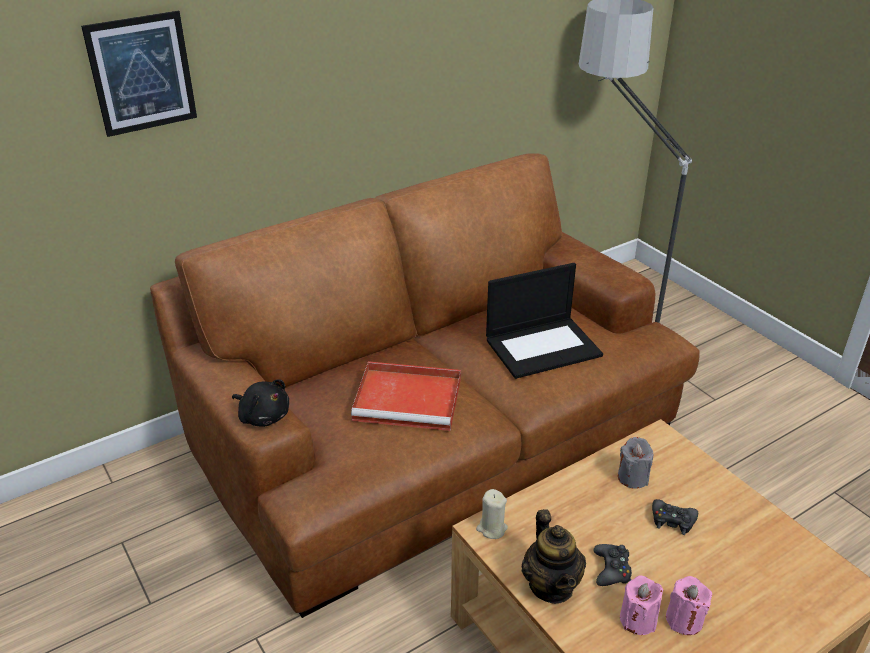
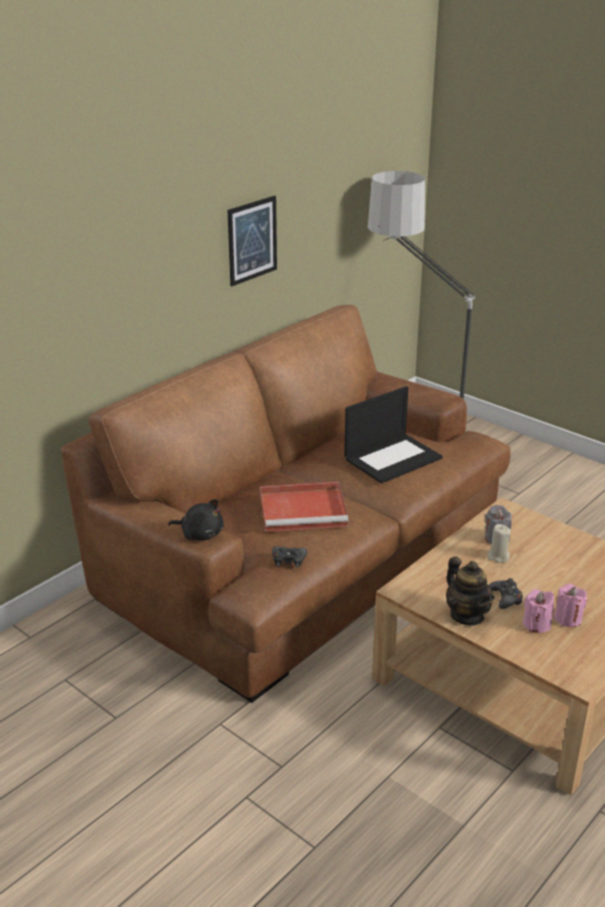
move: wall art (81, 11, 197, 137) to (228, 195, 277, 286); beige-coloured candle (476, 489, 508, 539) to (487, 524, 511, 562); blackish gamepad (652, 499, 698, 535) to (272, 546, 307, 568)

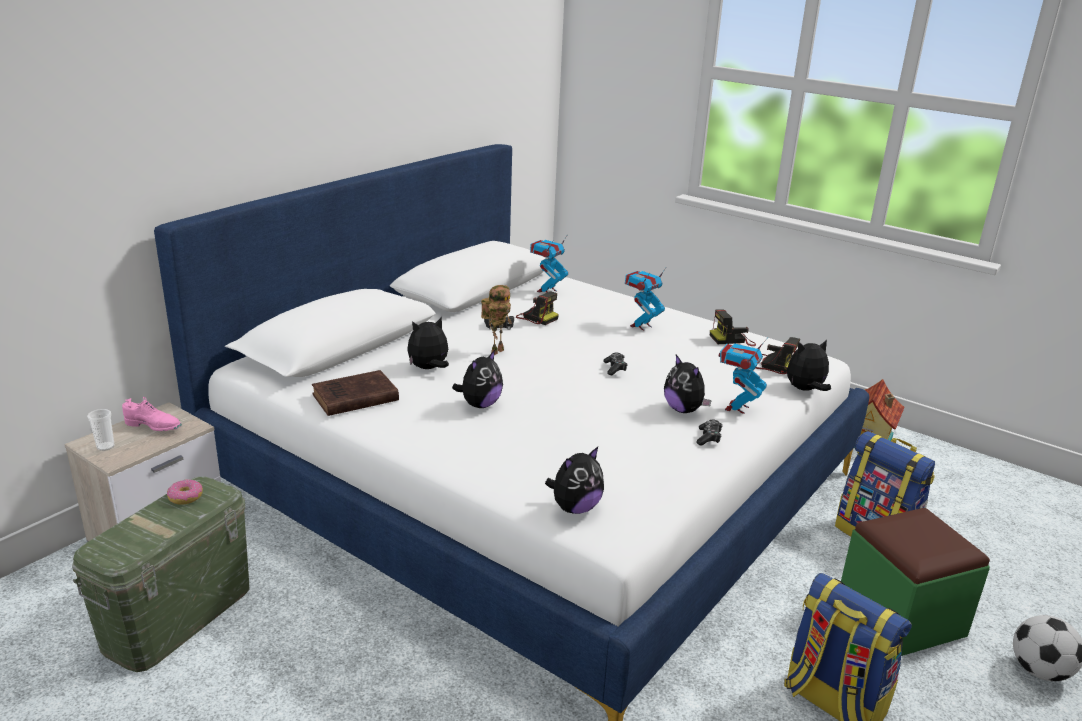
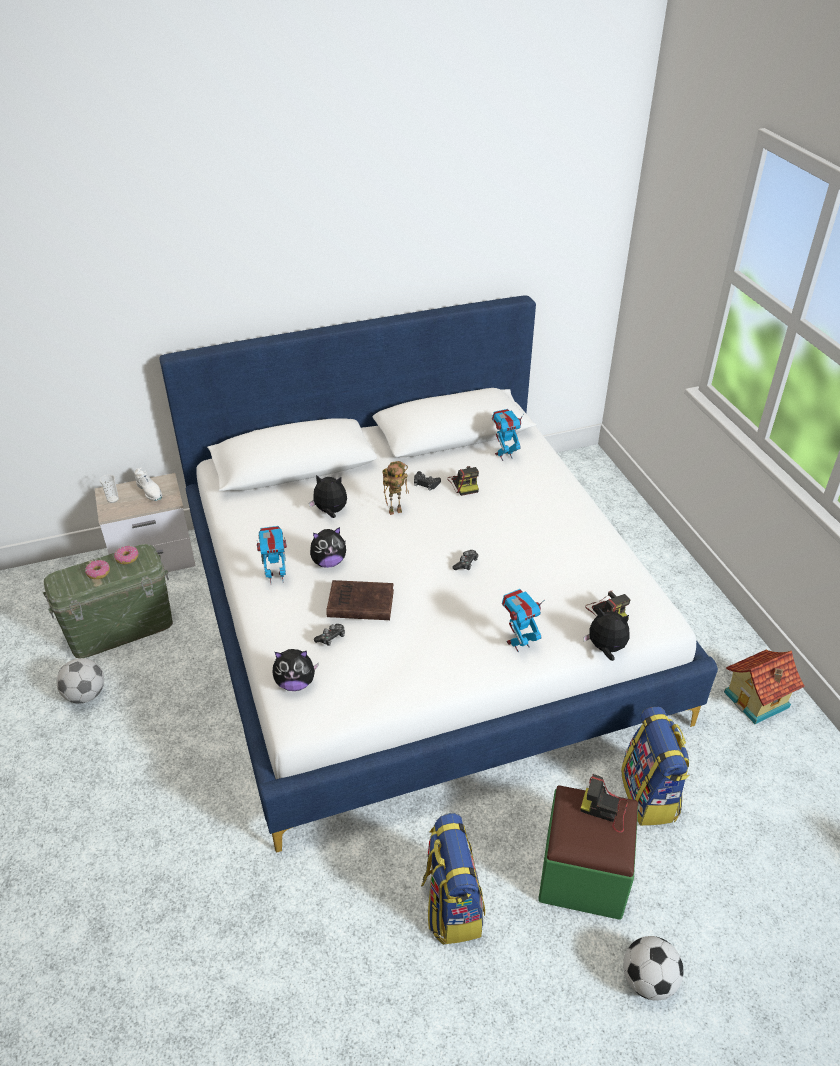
delete: soft toy (664, 355, 712, 413)
insert: football ball (57, 658, 104, 704); donut (85, 560, 110, 579)
move: brownish volume (312, 370, 399, 416) to (326, 580, 394, 620); toy robot (625, 268, 666, 330) to (257, 526, 287, 583); gamepad (696, 420, 723, 446) to (314, 624, 345, 646); photo camera (710, 309, 756, 346) to (581, 774, 628, 833)
recolor: pinkish item of footwear (122, 397, 182, 431) to white item of footwear (135, 468, 162, 501)

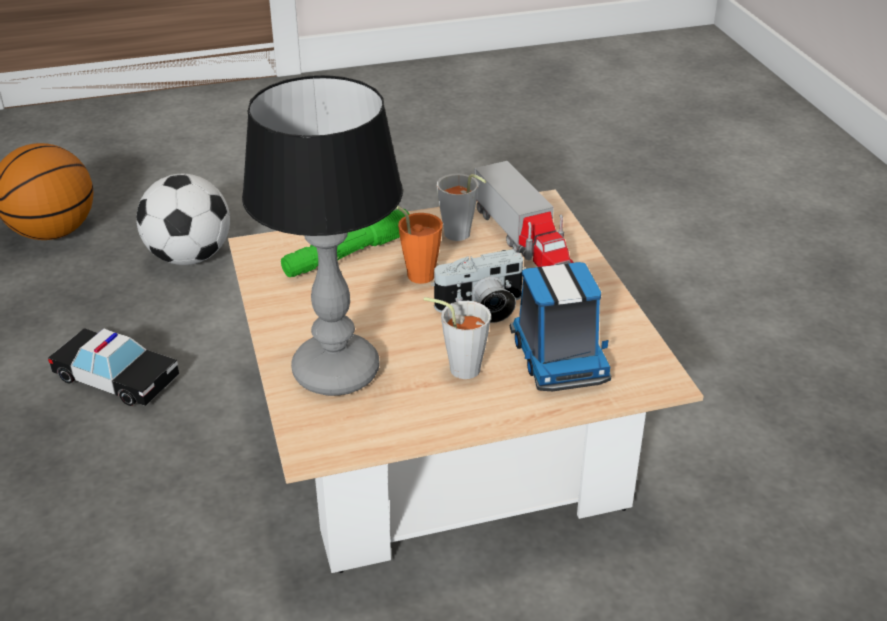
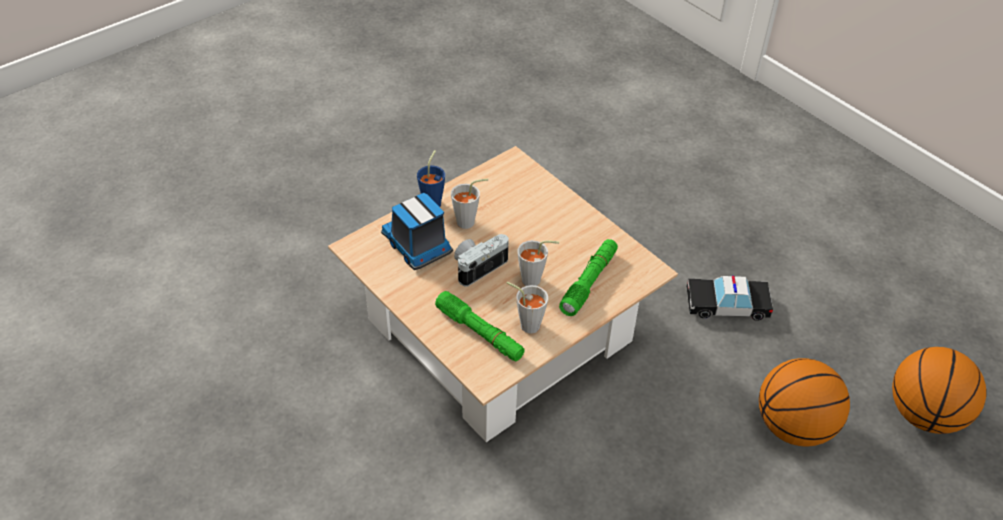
delete: lamp for a table (242, 75, 403, 396)
insert: blue small cup (417, 150, 445, 207)
replace: football ball (136, 174, 230, 265) to ball for basketball (759, 358, 850, 447); toy lorry (475, 161, 574, 267) to green-coloured flashlight (435, 291, 525, 361)
recolor: orange-coloured small cup (396, 206, 443, 284) to gray small cup (518, 240, 559, 286)

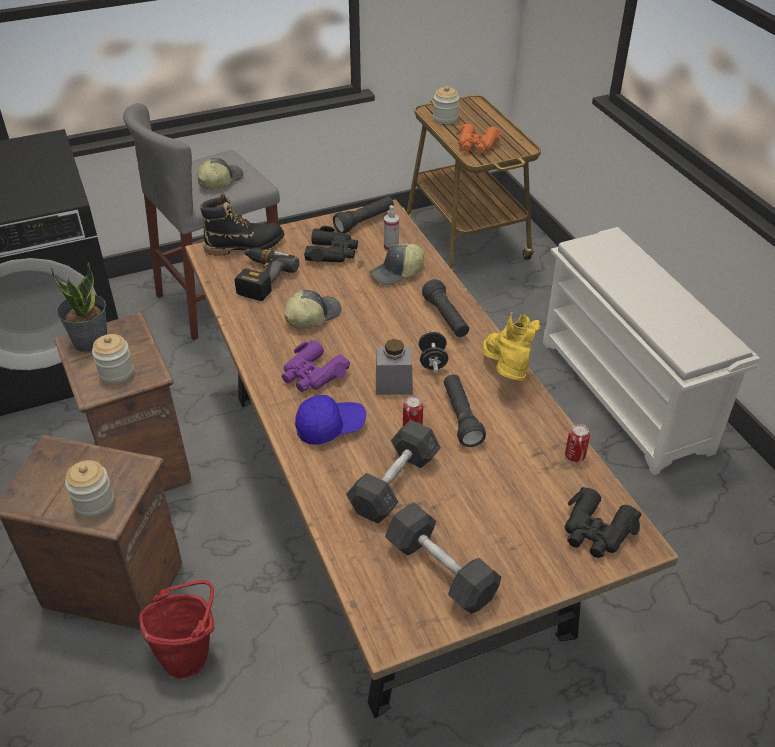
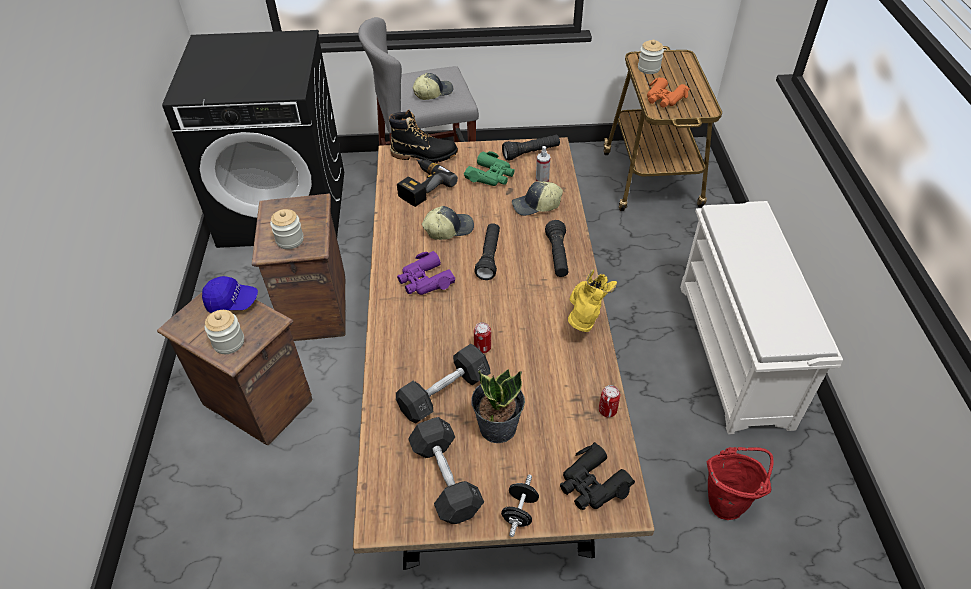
delete: gray jar (376, 339, 413, 395)
move: potted plant (51, 263, 107, 352) to (471, 369, 525, 443); reddish bucket (139, 580, 214, 679) to (707, 447, 773, 520); blue peaked cap (295, 395, 366, 445) to (202, 276, 258, 313); blackish hand weight (419, 330, 448, 373) to (501, 475, 539, 537); blackish flashlight (444, 375, 486, 447) to (474, 223, 500, 280)
recolor: blackish field glasses (304, 226, 358, 262) to green-coloured field glasses (464, 151, 515, 186)

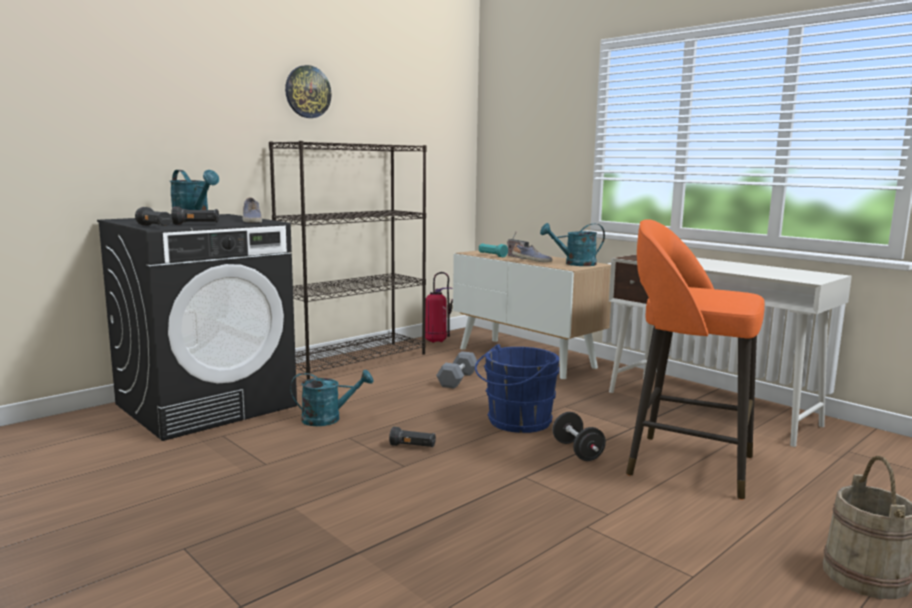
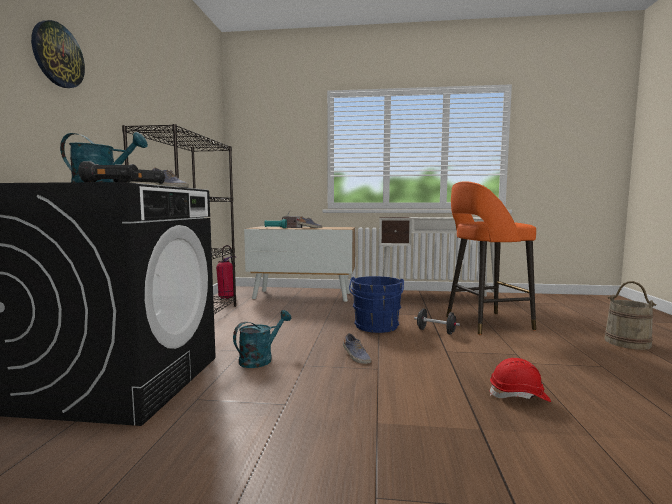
delete: gray hand weight (436, 351, 479, 389); blue-green sprinkling can (540, 223, 605, 266)
insert: reddish safety helmet (490, 358, 551, 402)
move: wall clock (285, 65, 332, 118) to (31, 20, 85, 88)
replace: blackish flashlight (389, 427, 436, 447) to item of footwear (343, 333, 371, 364)

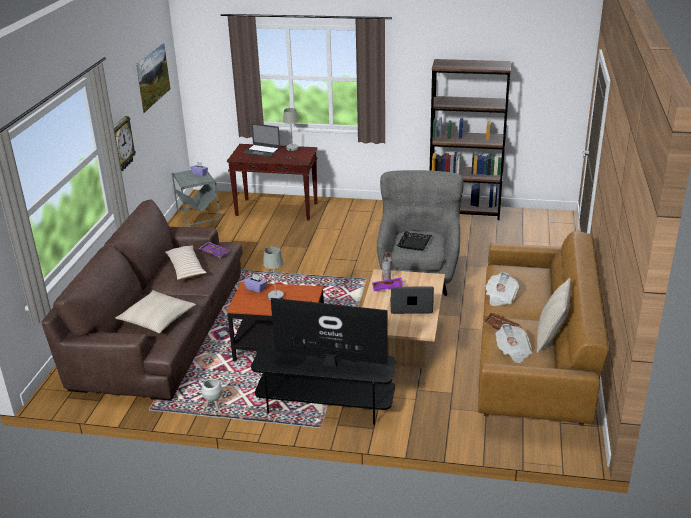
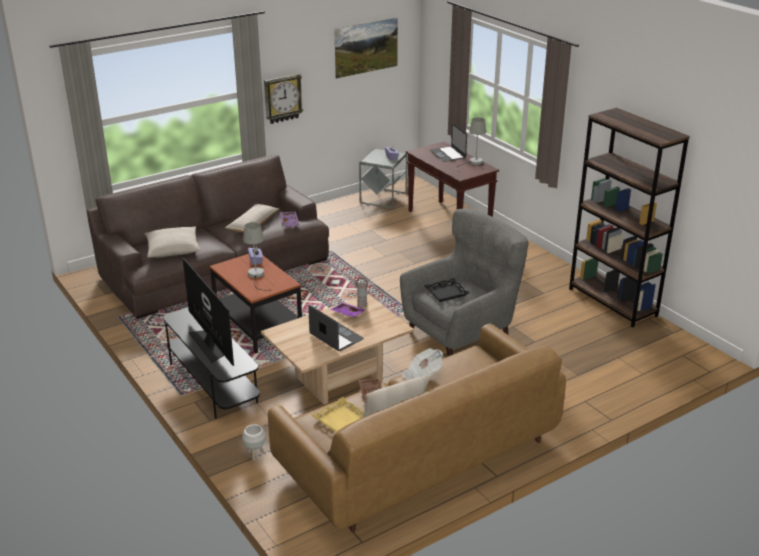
move: white flower pot (201, 379, 223, 410) to (242, 424, 266, 461)
replace: daily paper (496, 324, 532, 363) to yellowish tray (311, 397, 364, 432)

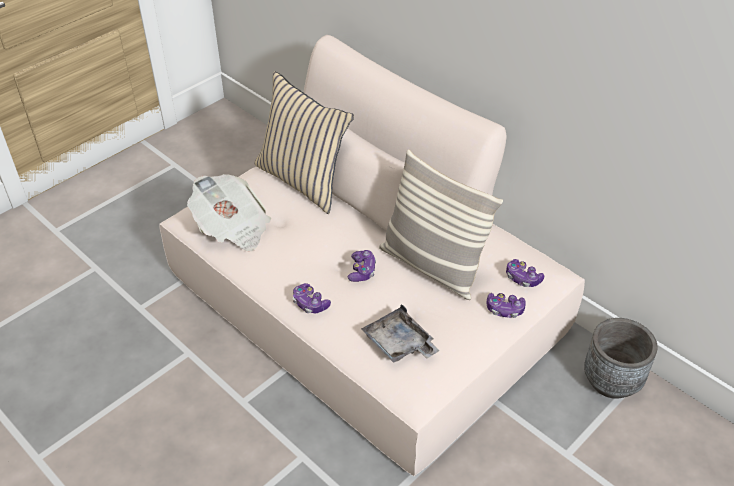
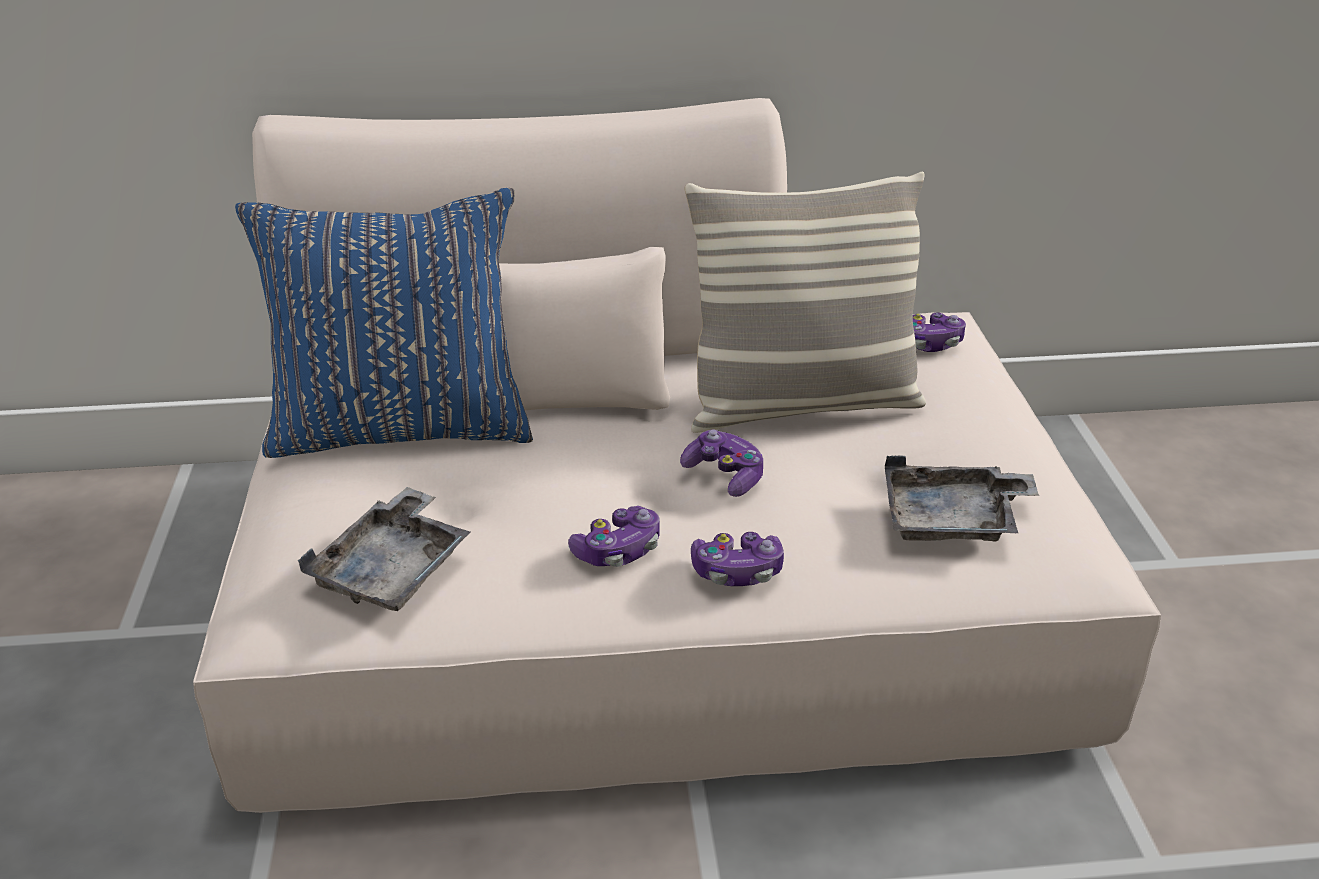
delete: gray flower pot (584, 318, 658, 399)
move: gamepad (487, 293, 526, 318) to (568, 506, 660, 567)
replace: daily paper (187, 174, 271, 252) to gray tray (298, 487, 470, 611)
recolor: beige-coloured throw pillow (254, 71, 354, 214) to blue throw pillow (235, 188, 533, 458)

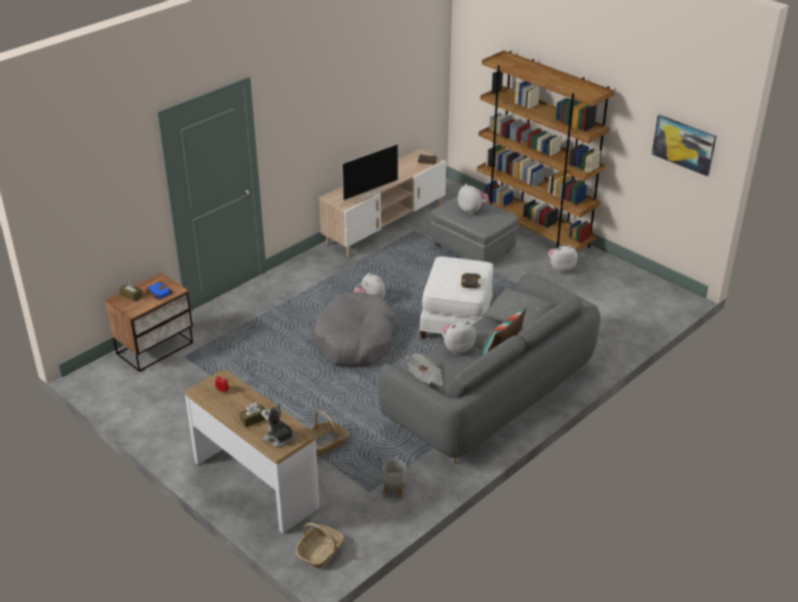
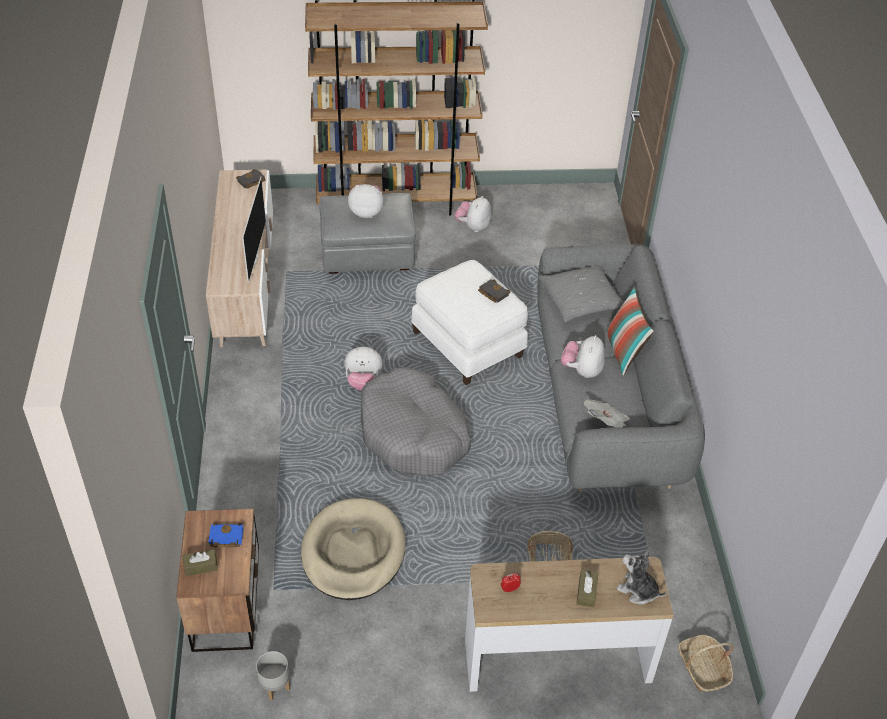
delete: wall art (652, 115, 716, 176)
insert: beige-coloured dog cushion (301, 498, 406, 600)
move: gray flower pot (383, 459, 406, 498) to (256, 651, 290, 701)
rotate: soft toy (261, 403, 297, 447) = (617, 550, 666, 604) 60 degrees clockwise

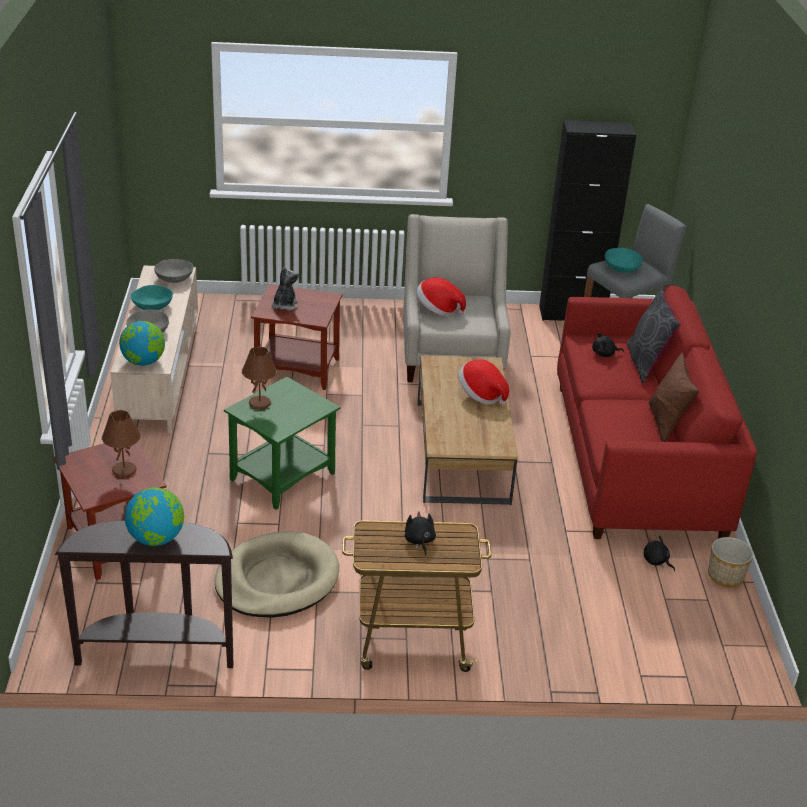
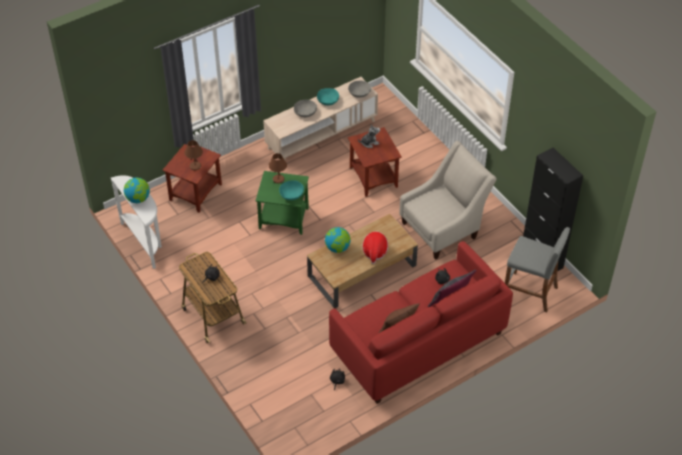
delete: beige-coloured dog cushion (215, 531, 339, 618); wearable hat (417, 277, 466, 317); flower pot (708, 537, 753, 587)
move: globe (119, 321, 165, 366) to (325, 227, 351, 253); blue-green serving bowl (605, 248, 643, 273) to (279, 180, 304, 200)
recolor: brownish console table (55, 521, 233, 668) to white console table (111, 175, 162, 269)

